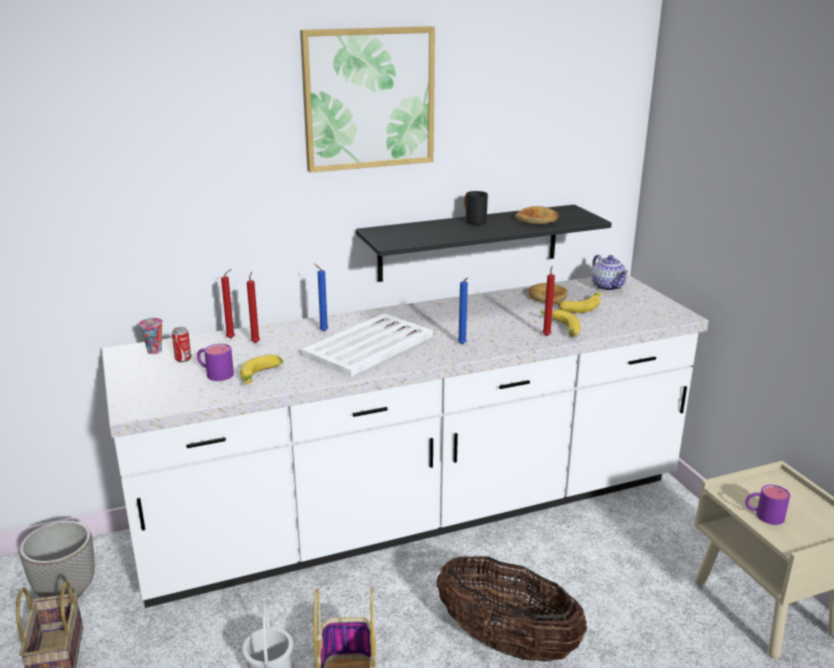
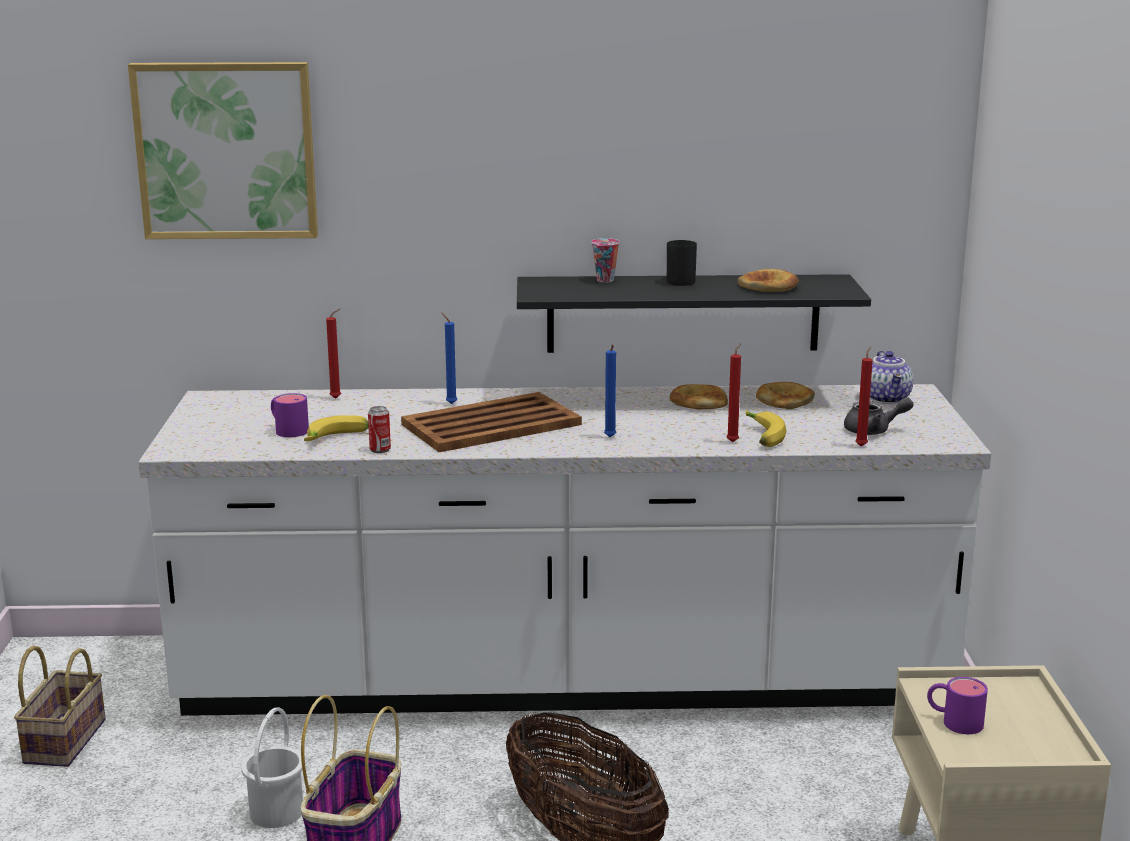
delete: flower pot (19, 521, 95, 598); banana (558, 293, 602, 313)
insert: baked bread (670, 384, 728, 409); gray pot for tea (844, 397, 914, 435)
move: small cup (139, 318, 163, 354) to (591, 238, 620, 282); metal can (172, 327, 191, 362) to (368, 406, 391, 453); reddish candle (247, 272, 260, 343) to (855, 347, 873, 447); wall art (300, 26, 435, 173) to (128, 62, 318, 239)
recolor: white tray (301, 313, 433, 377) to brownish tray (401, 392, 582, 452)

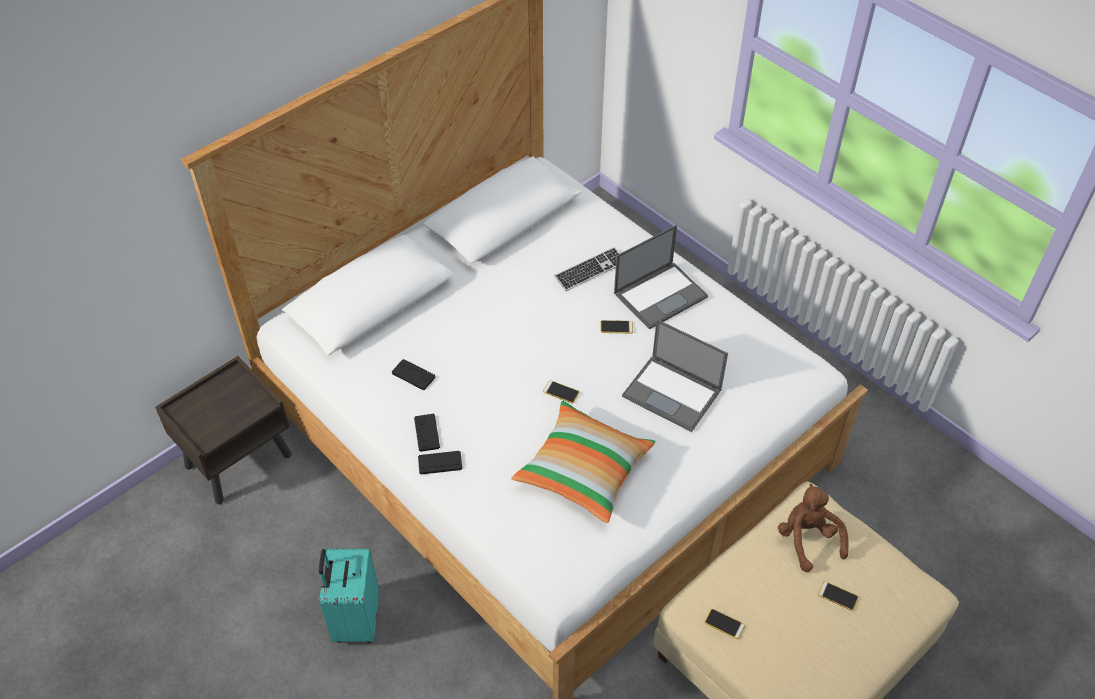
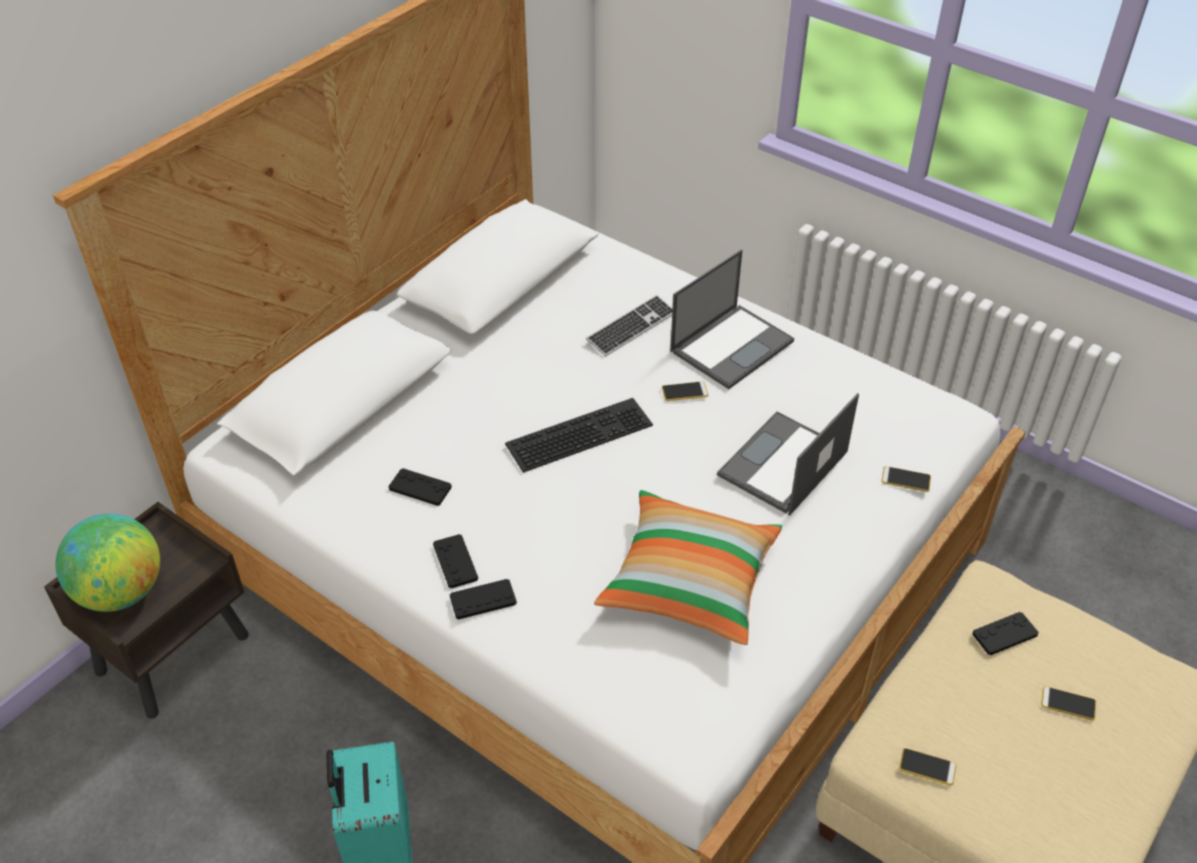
insert: globe (56, 514, 160, 612); keyboard (505, 398, 653, 473)
move: phone (543, 380, 579, 403) to (882, 466, 931, 492)
replace: brownish soft toy (778, 483, 848, 572) to blackish gamepad (972, 612, 1039, 655)
rotate: portable computer (622, 319, 728, 432) = (717, 393, 859, 516) 105 degrees clockwise

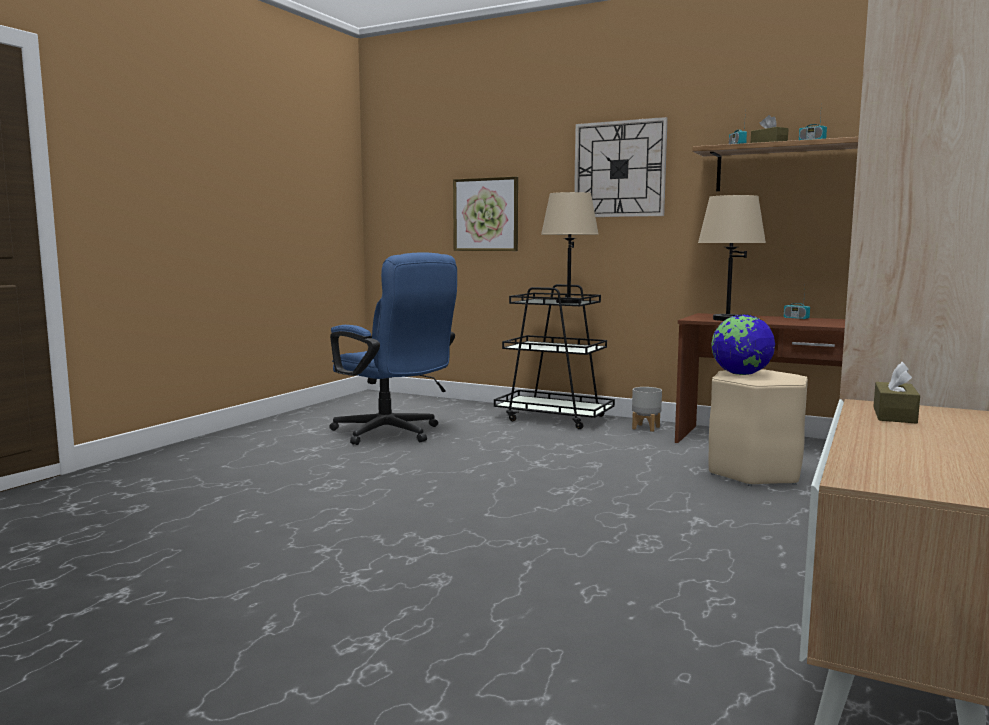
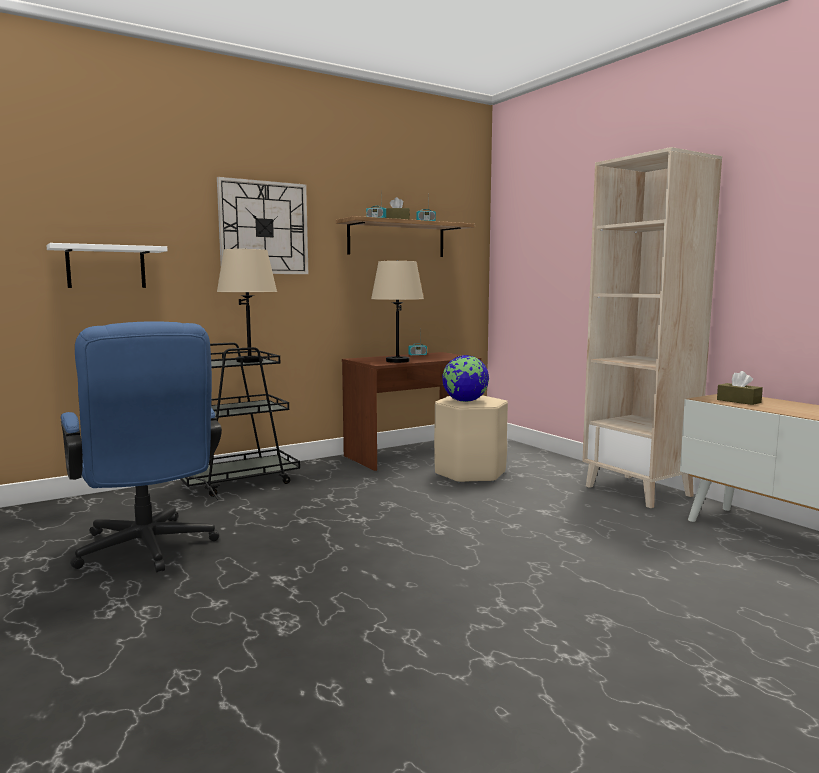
delete: gray flower pot (632, 387, 662, 432)
replace: wall art (453, 176, 518, 251) to white wall shelf (46, 243, 168, 288)
rotate: blue computer chair (329, 253, 457, 445) = (61, 321, 222, 573) 75 degrees clockwise

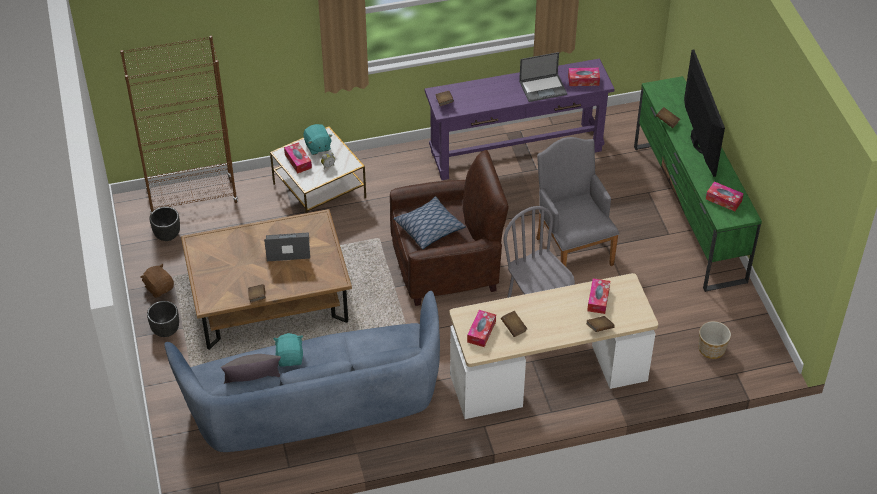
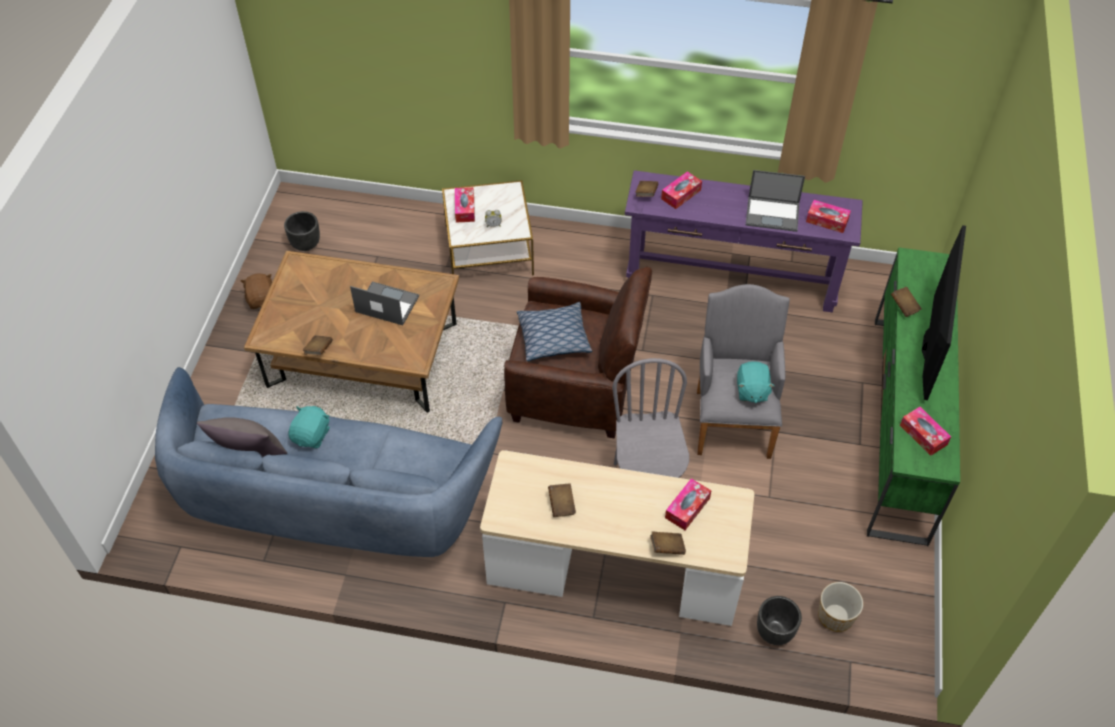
delete: brownish bookcase (120, 36, 238, 213)
move: blackish flower pot (147, 301, 179, 337) to (757, 596, 802, 645); blue-green soft toy (303, 124, 332, 155) to (737, 361, 774, 403); tissue box (467, 310, 496, 347) to (661, 171, 702, 209)

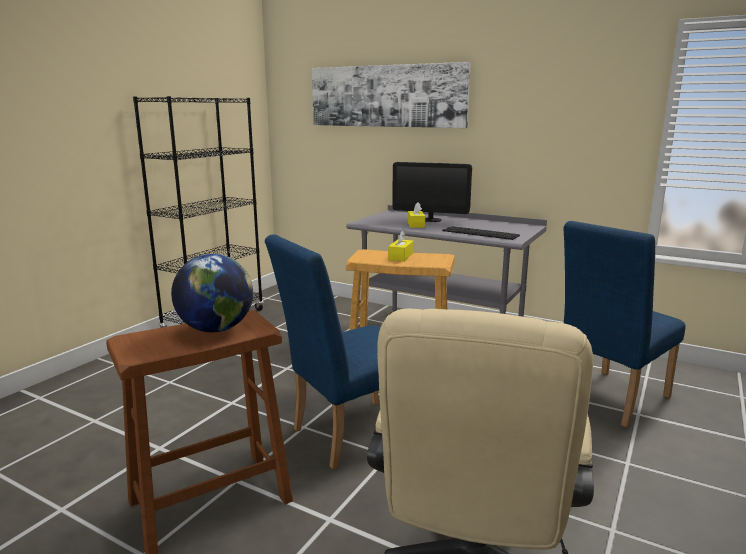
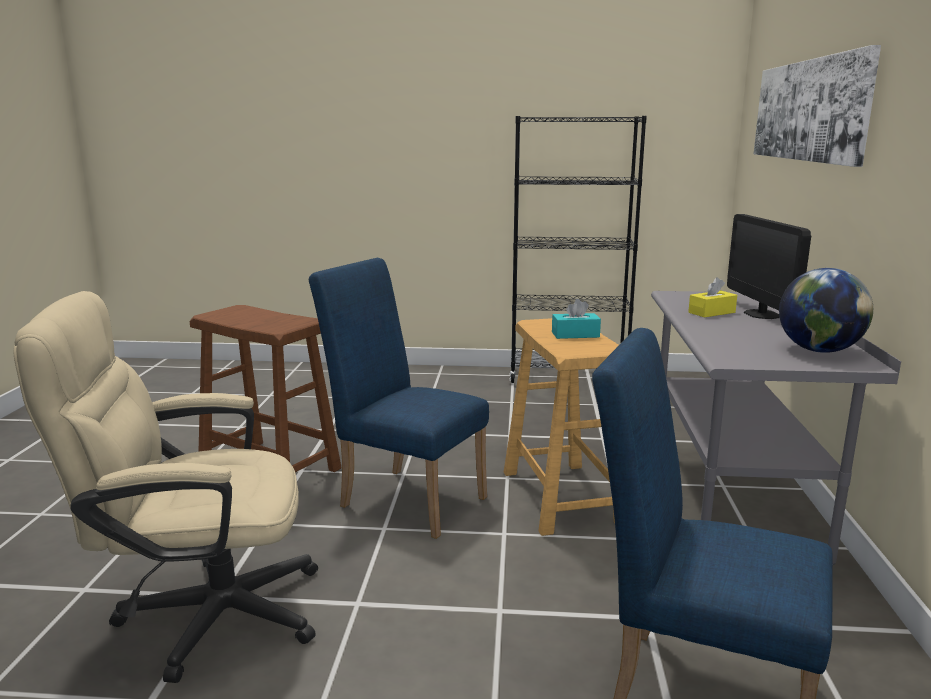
delete: keyboard (443, 226, 520, 240)
move: globe (171, 254, 253, 332) to (779, 268, 873, 353)
recolor: yellowish tissue box (388, 230, 413, 261) to blue-green tissue box (552, 299, 601, 339)

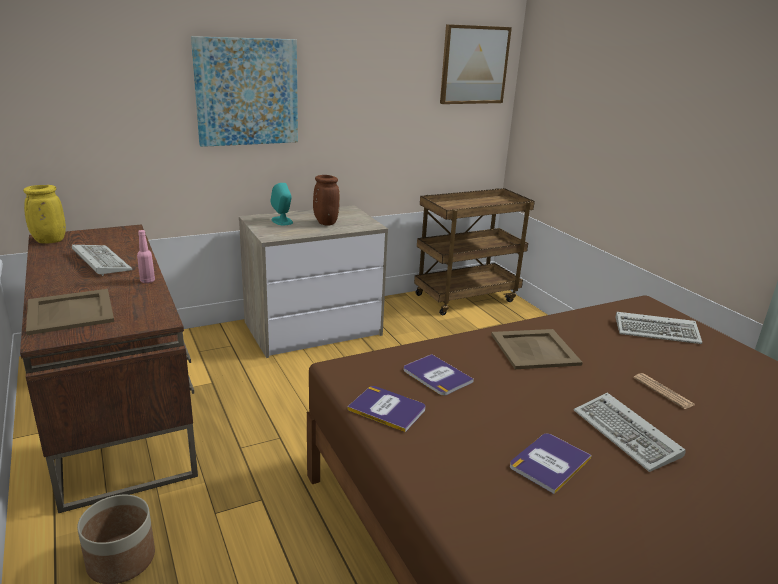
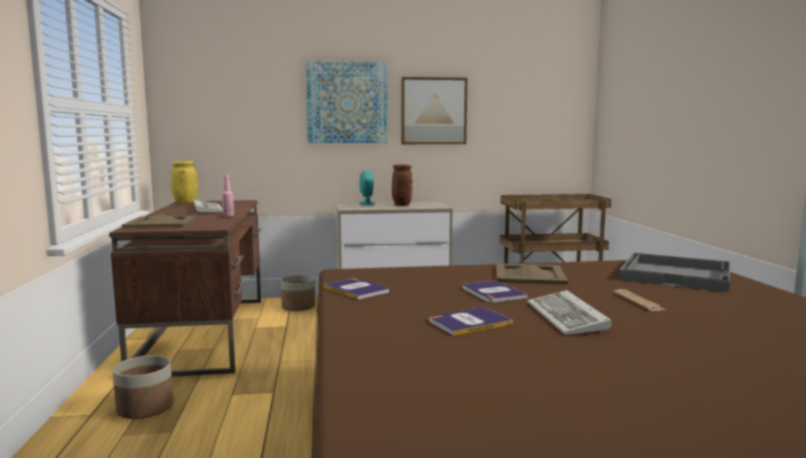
insert: flower pot (281, 275, 315, 311)
move: volume (404, 354, 474, 396) to (462, 280, 527, 303); wall art (440, 24, 512, 104) to (401, 77, 467, 144)
replace: keyboard (616, 312, 702, 344) to gray tray (618, 253, 730, 292)

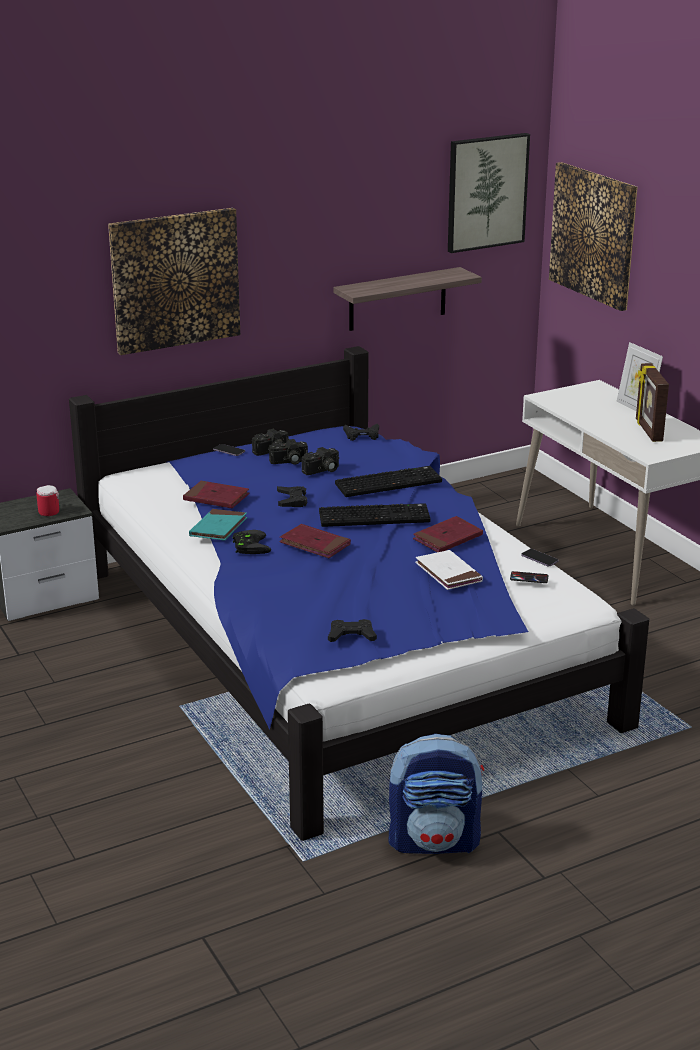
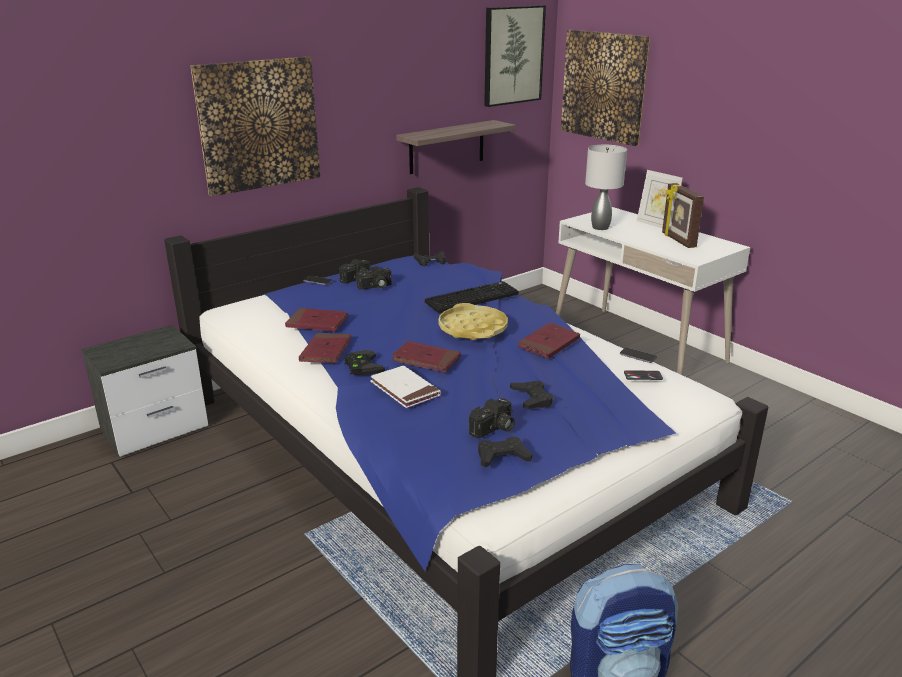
delete: tea mug (36, 485, 59, 516)
insert: gray lamp for a table (585, 145, 627, 230)
move: blackish gamepad (277, 486, 307, 507) to (510, 381, 553, 409); photo camera (302, 447, 339, 475) to (469, 398, 515, 439); white volume (415, 550, 483, 590) to (370, 366, 441, 408)
replace: keyboard (319, 503, 430, 527) to yellowish tray (438, 303, 508, 340)
recolor: blue-green volume (189, 509, 247, 541) to reddish volume (299, 333, 352, 363)

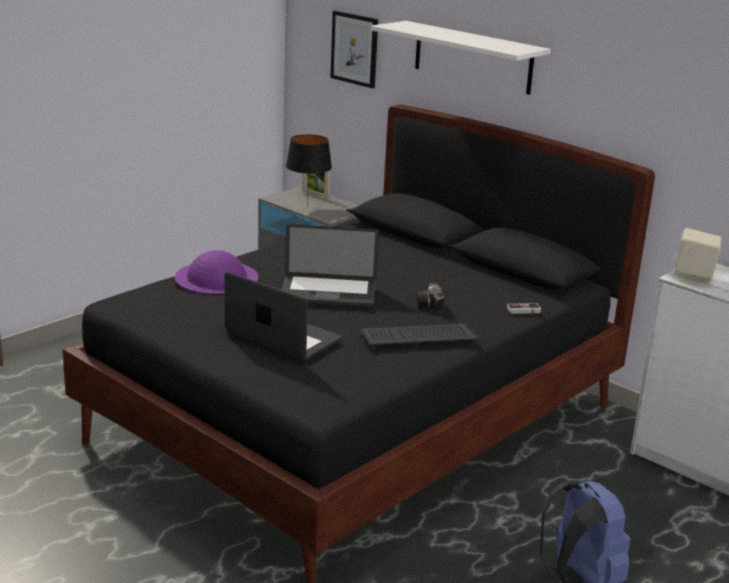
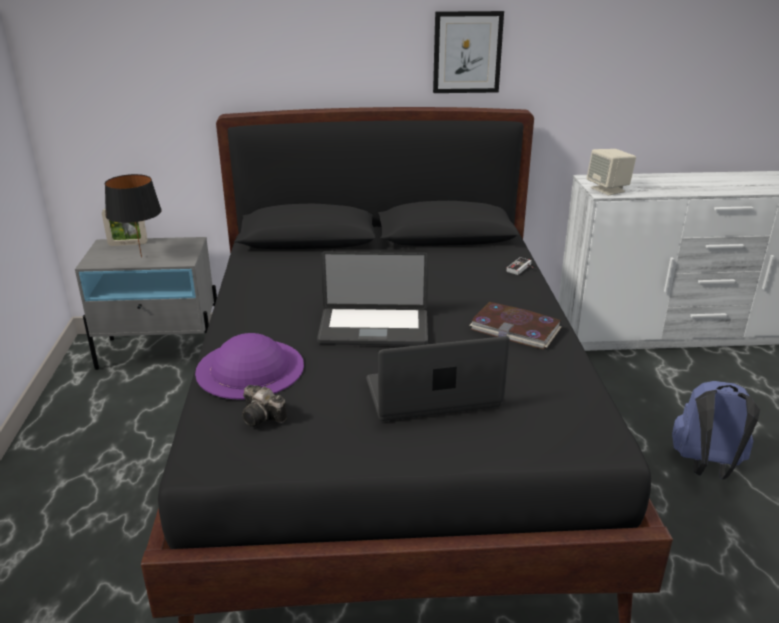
delete: white wall shelf (371, 21, 551, 95)
move: wall art (330, 11, 378, 89) to (433, 11, 504, 93); photo camera (416, 282, 444, 312) to (242, 385, 287, 427)
replace: keyboard (360, 323, 480, 350) to volume (469, 302, 561, 350)
rotate: portable computer (281, 224, 379, 307) = (317, 251, 429, 346) 45 degrees clockwise

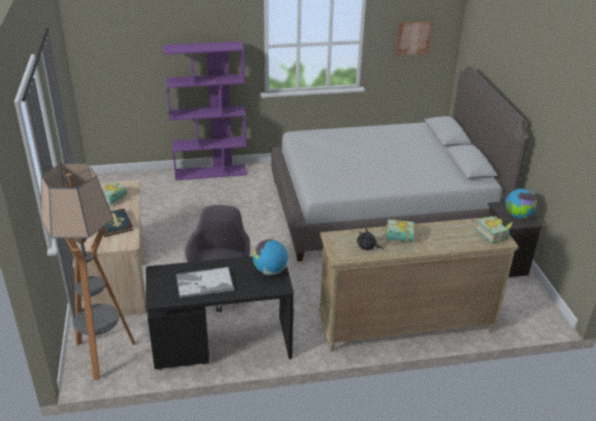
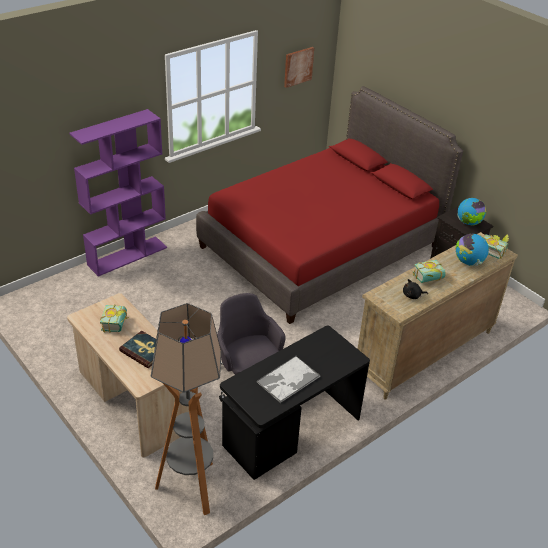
move: globe (252, 239, 288, 275) to (456, 234, 489, 266)
recolor: gray bed (271, 66, 529, 261) to reddish bed (196, 86, 463, 324)

